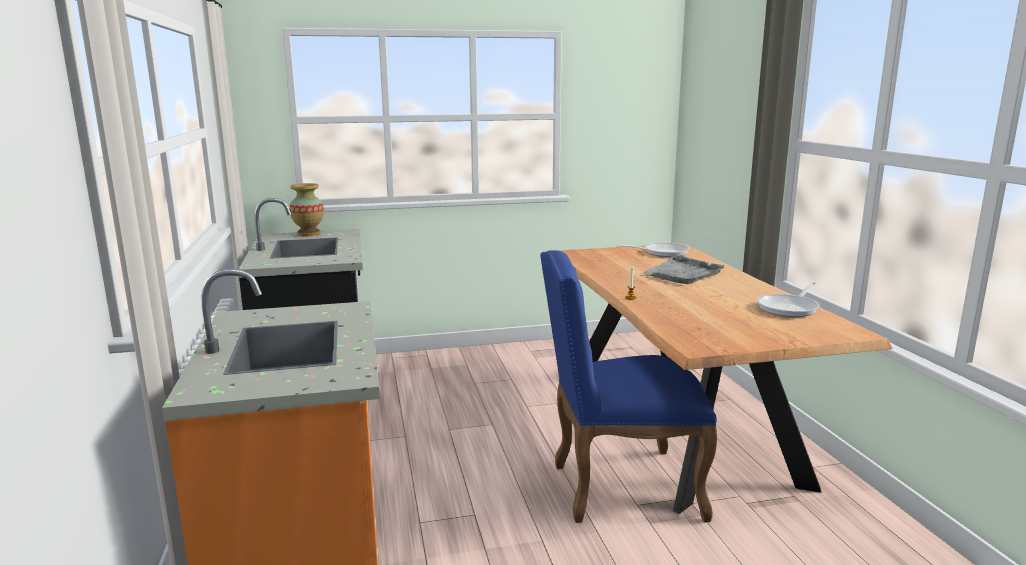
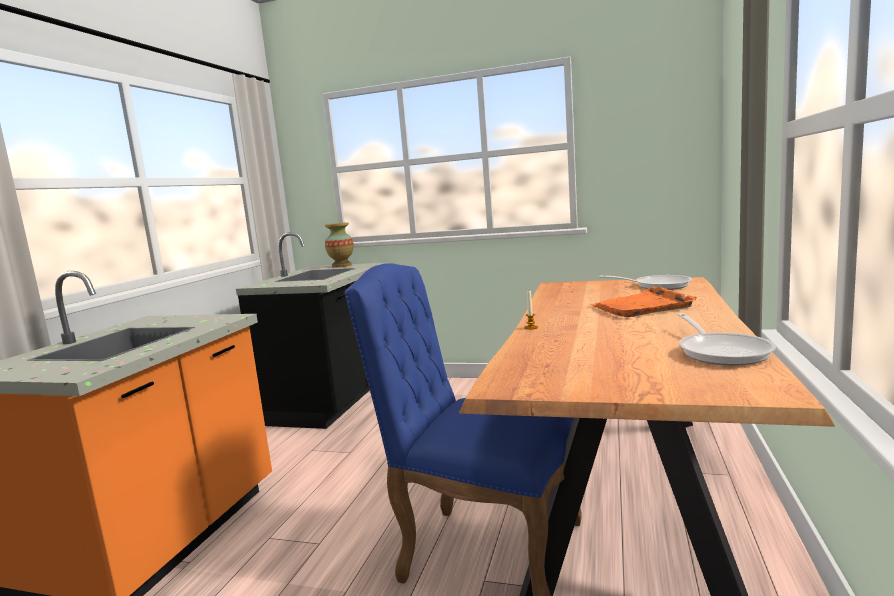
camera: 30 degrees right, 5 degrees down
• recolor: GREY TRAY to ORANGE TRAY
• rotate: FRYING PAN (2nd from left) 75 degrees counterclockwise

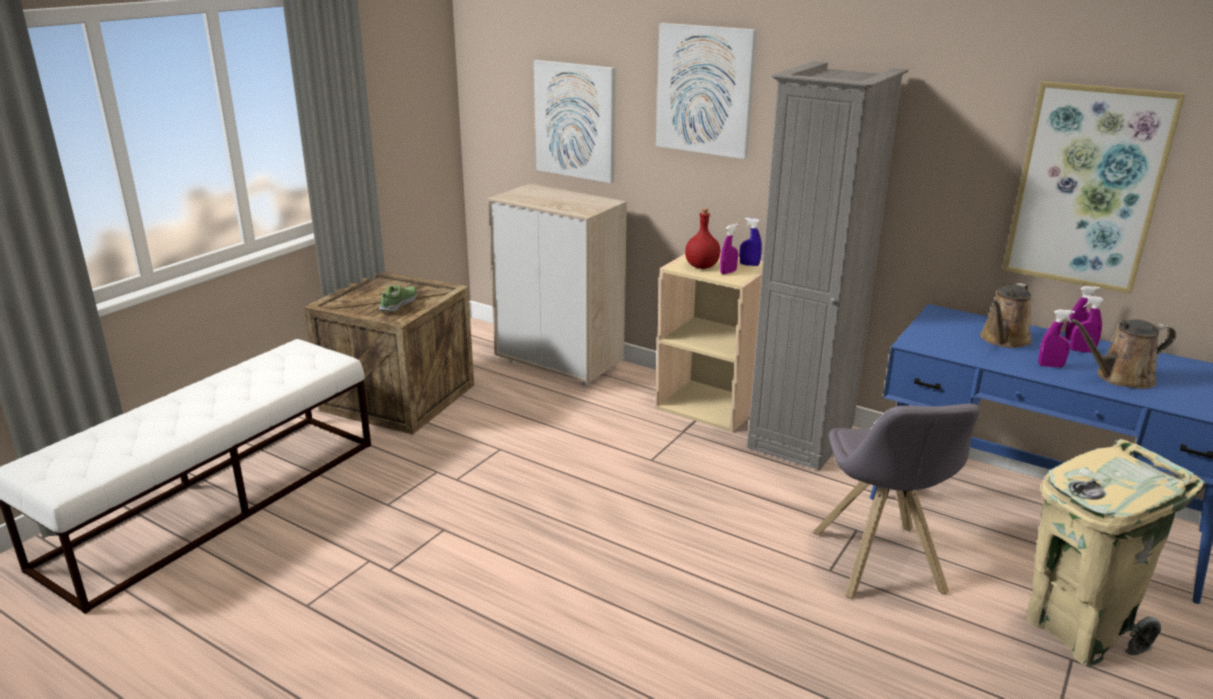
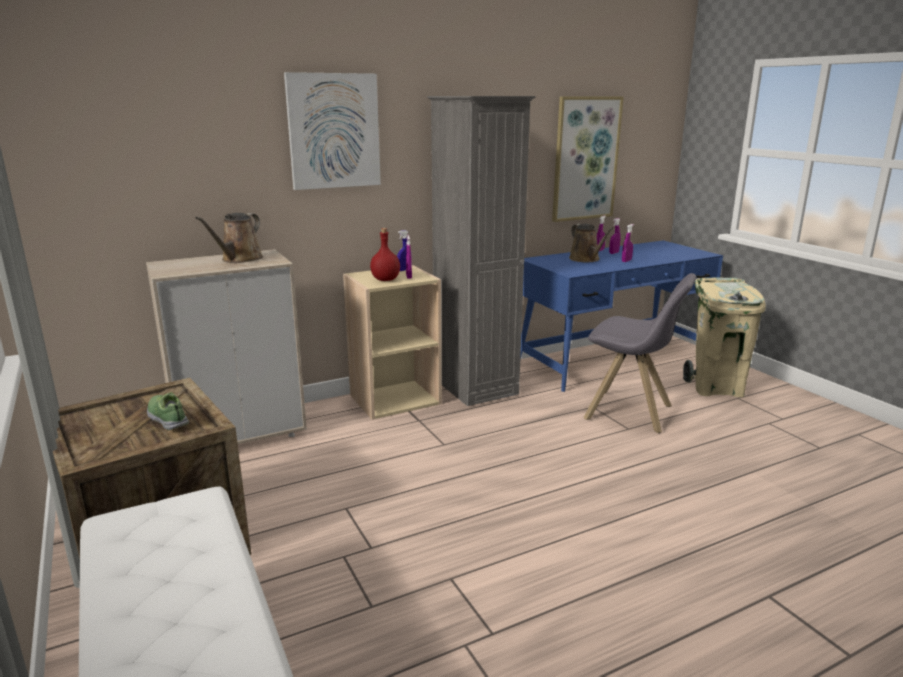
camera: 60 degrees left, 5 degrees down
• delete: PICTURE (1st from left)
• move: BROWN WATERING CAN (2nd from left in the first image) to BROWN WATERING CAN (1st from left)

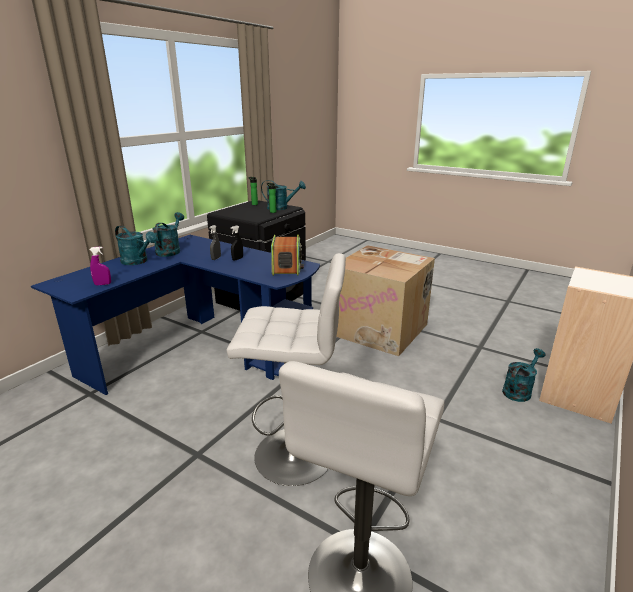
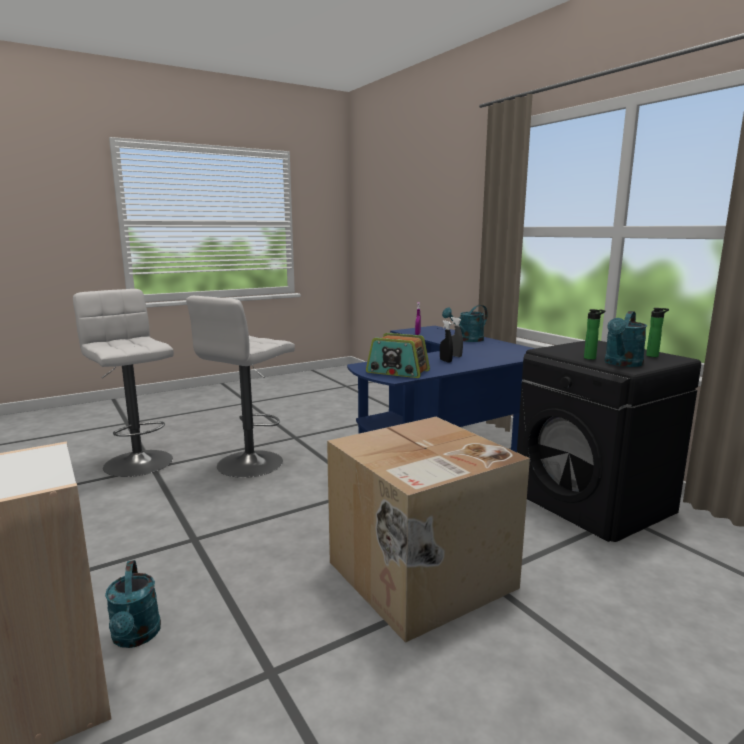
camera: 115 degrees right, 10 degrees down
• delete: TURQUOISE WATERING CAN (2nd from left)

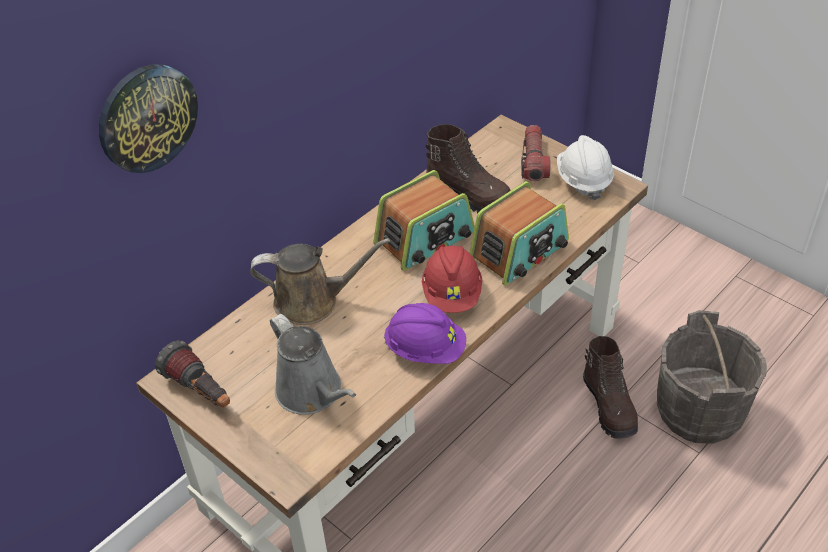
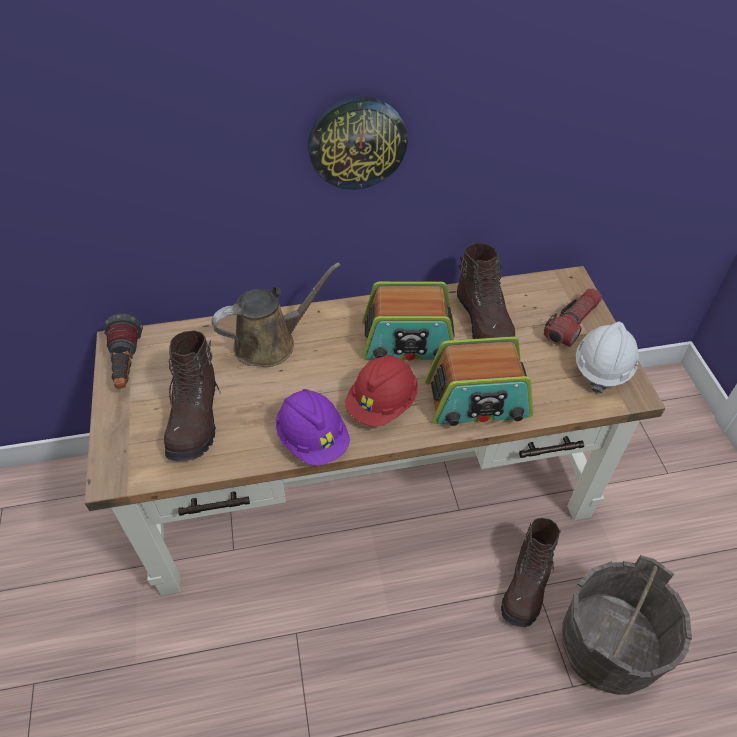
camera: 35 degrees right, 5 degrees up
• move: WALL CLOCK
• rotate: BROWN WATERING CAN 60 degrees counterclockwise
• replace: GREY WATERING CAN to BROWN BOOT (1st from left)

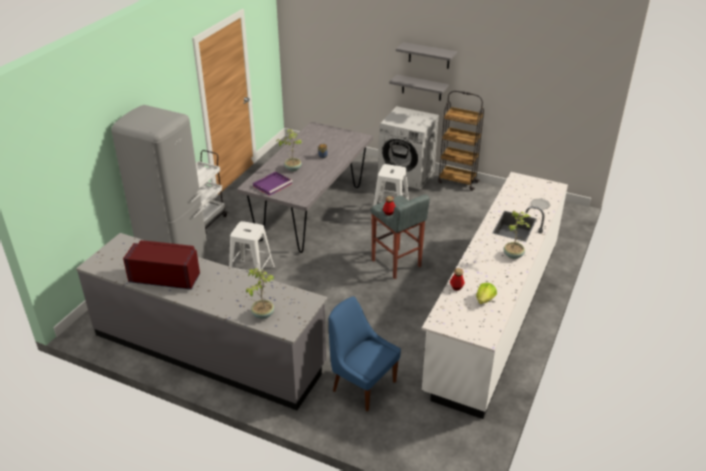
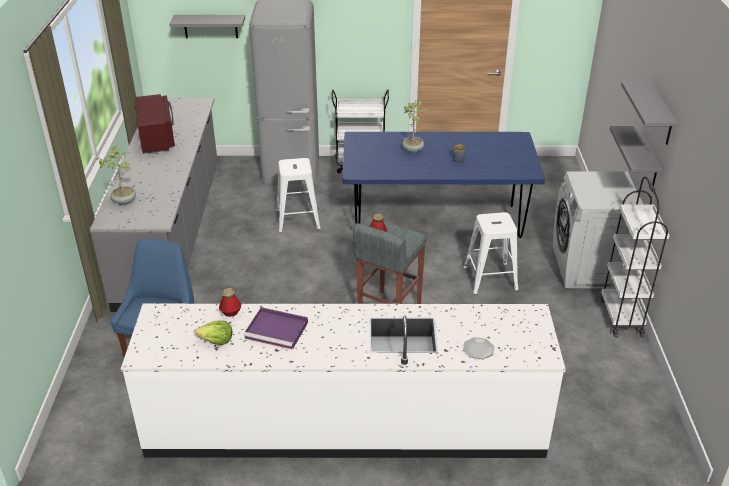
camera: 65 degrees right, 0 degrees up
• recolor: BROWN CART to WHITE CART (2nd from left)
• recolor: GREY DINING TABLE to BLUE DINING TABLE
• move: PURPLE TRAY
• delete: POTTED PLANT (3rd from left)
• insert: GREY SHELF (1st from left)

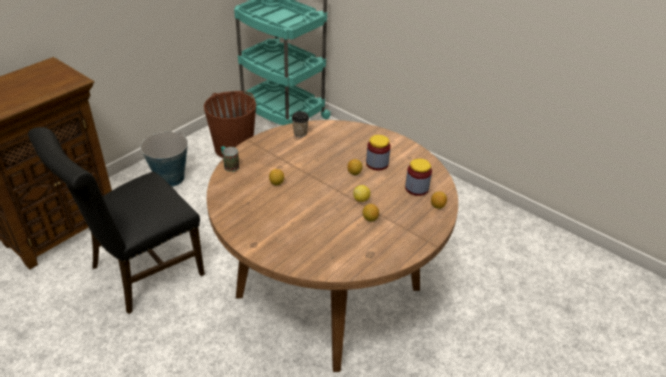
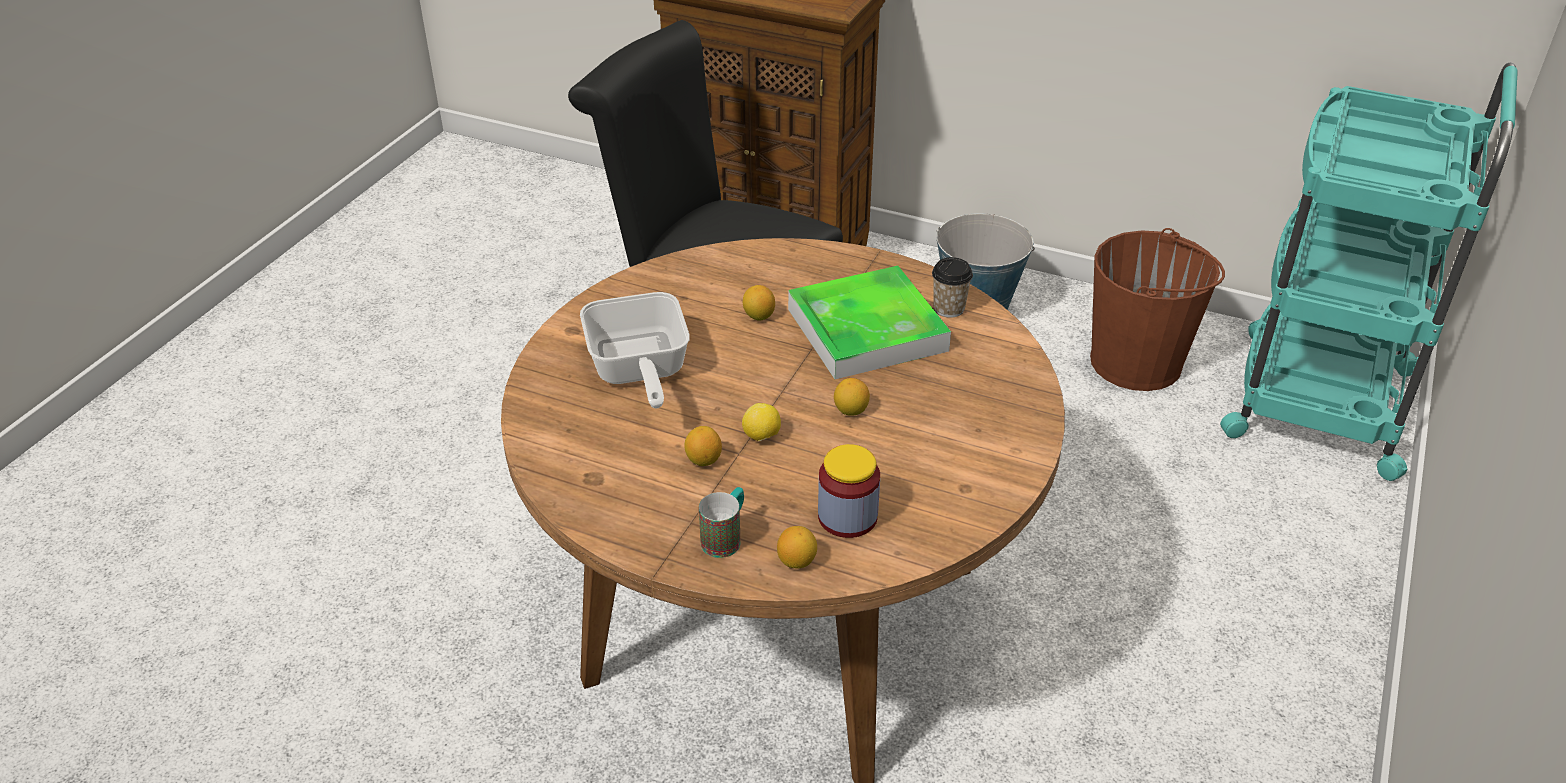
camera: 75 degrees right, 0 degrees up
• delete: JAR (1st from left)
• move: MUG
• insert: TRAY
• insert: FRYING PAN

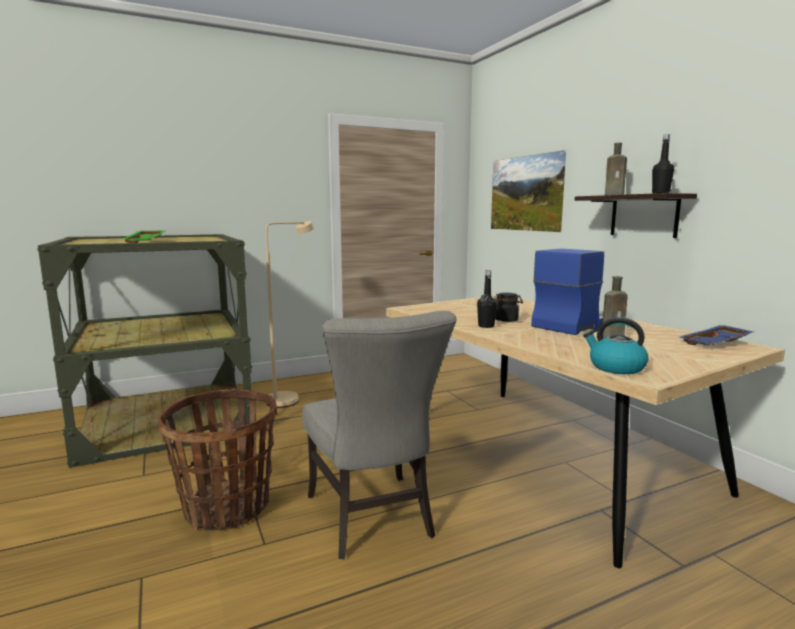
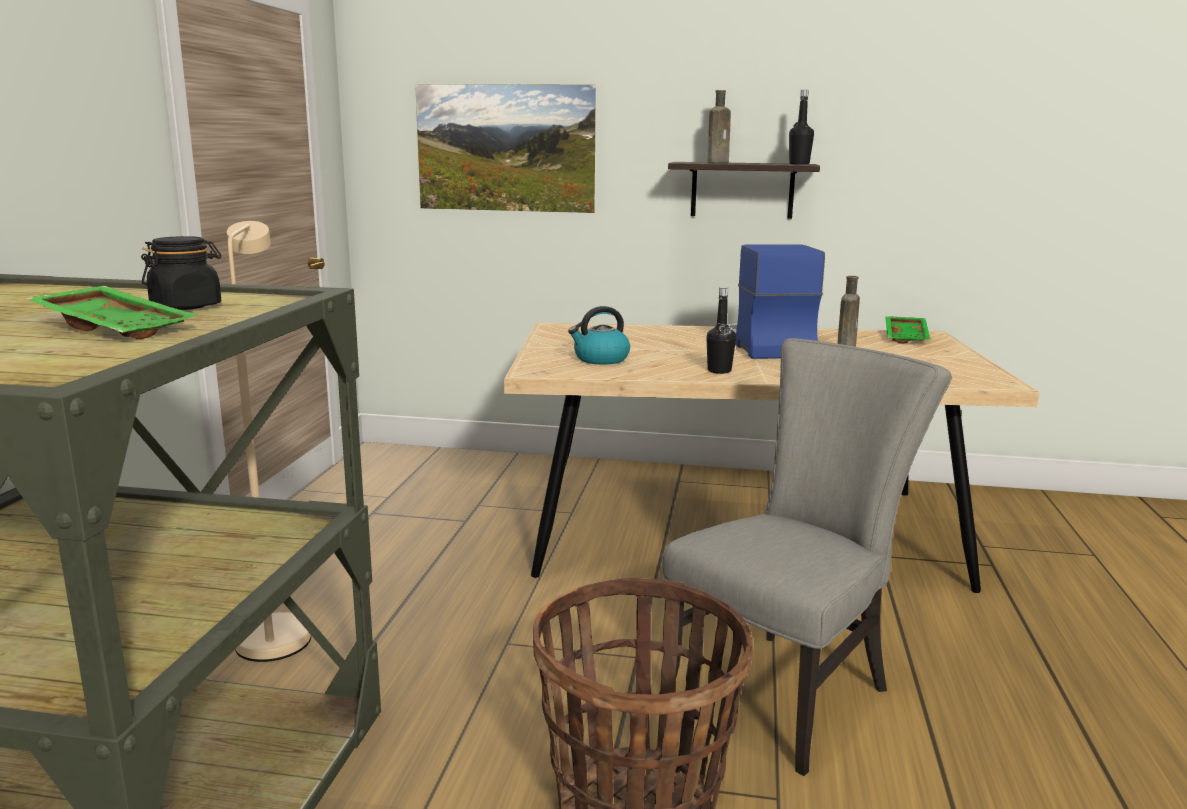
camera: 55 degrees left, 5 degrees up
• move: BLACK JAR
• rotate: GREY CHAIR 60 degrees counterclockwise
• move: KETTLE
• recolor: BLUE TRAY to GREEN TRAY (2nd from left)

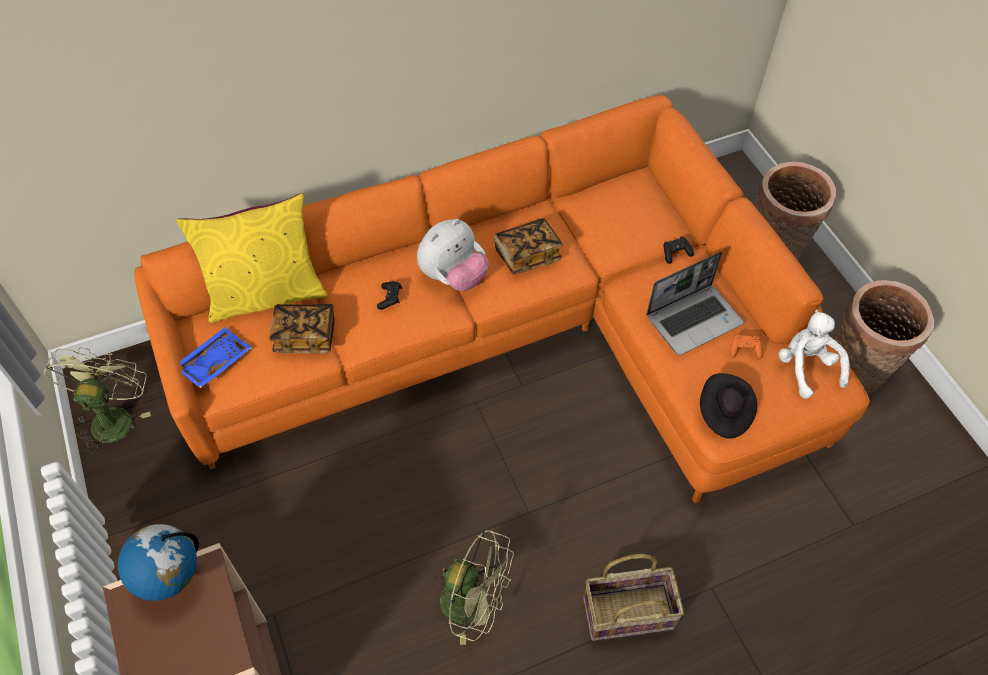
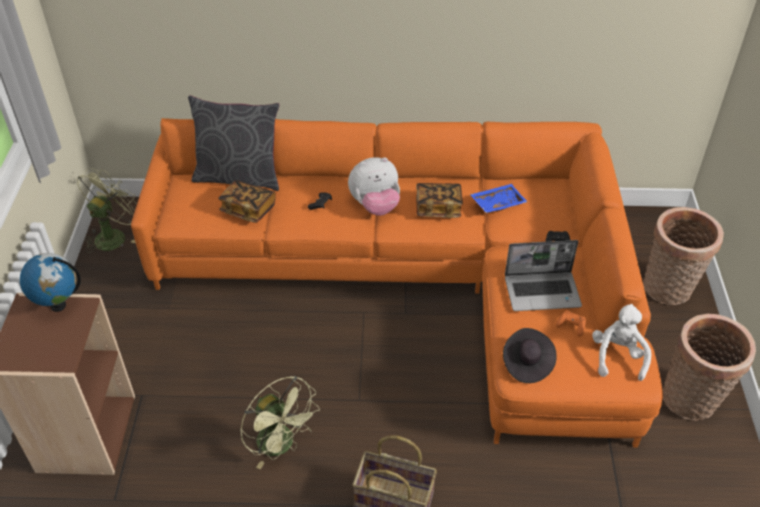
camera: 25 degrees right, 10 degrees down
• recolor: YELLOW PILLOW to GREY PILLOW
• move: BLUE TRAY

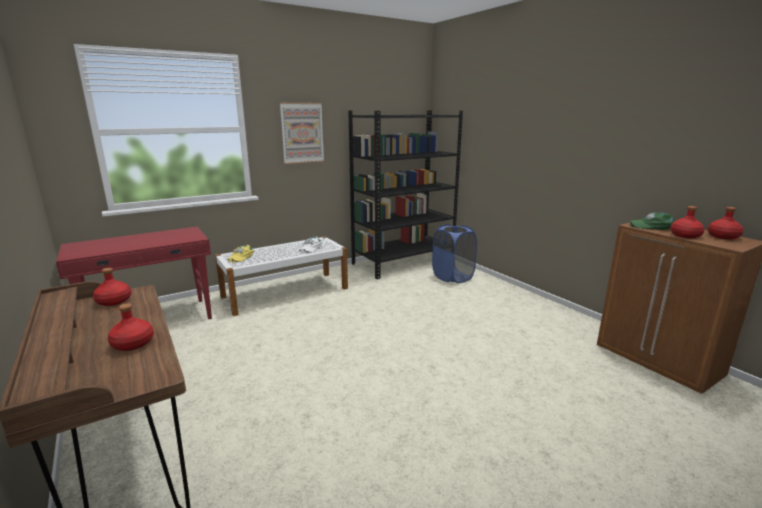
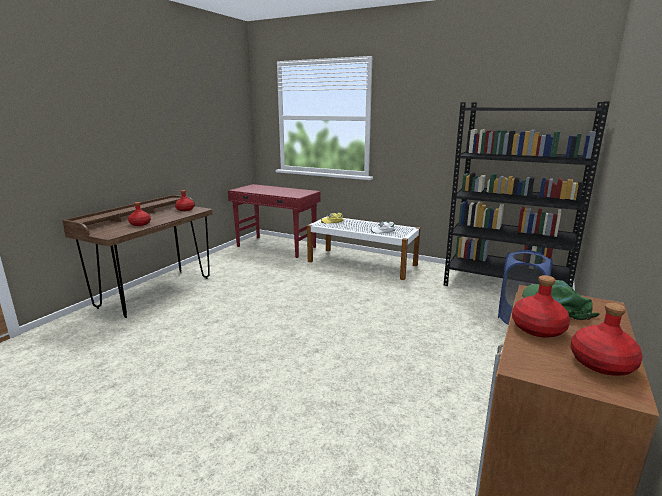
camera: 60 degrees right, 0 degrees up
• delete: PICTURE

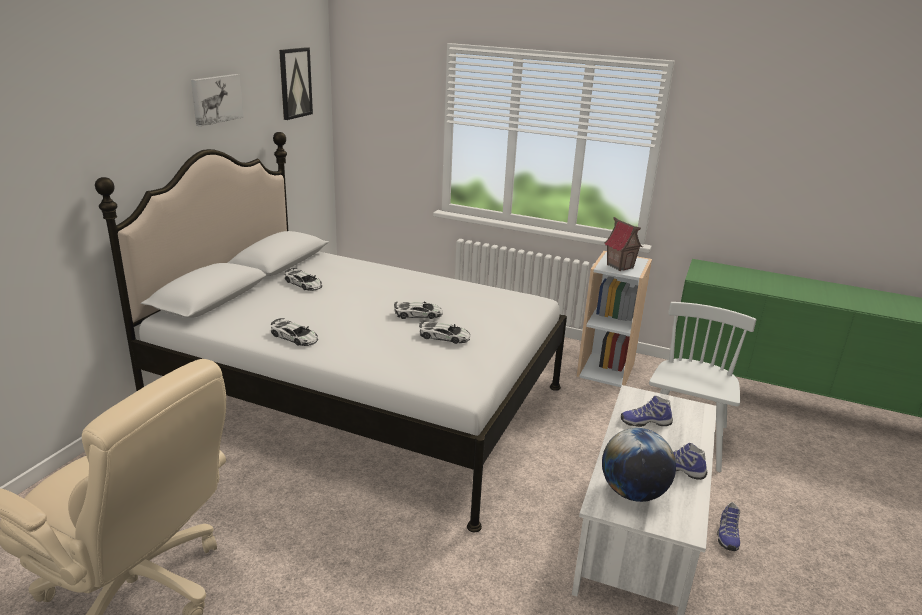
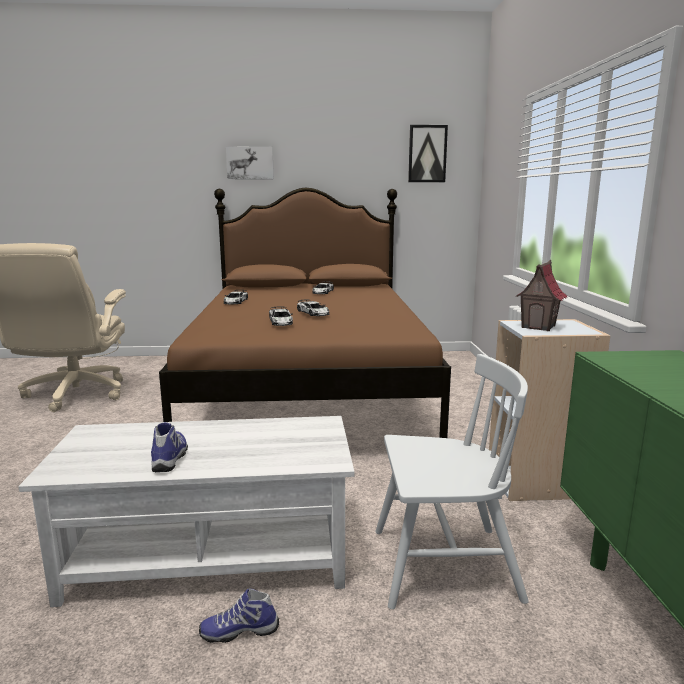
camera: 65 degrees right, 10 degrees down
• move: PICTURE (1st from left)
• recolor: WHITE BED to BROWN BED
• delete: SHOE (1st from left)
• delete: GLOBE

